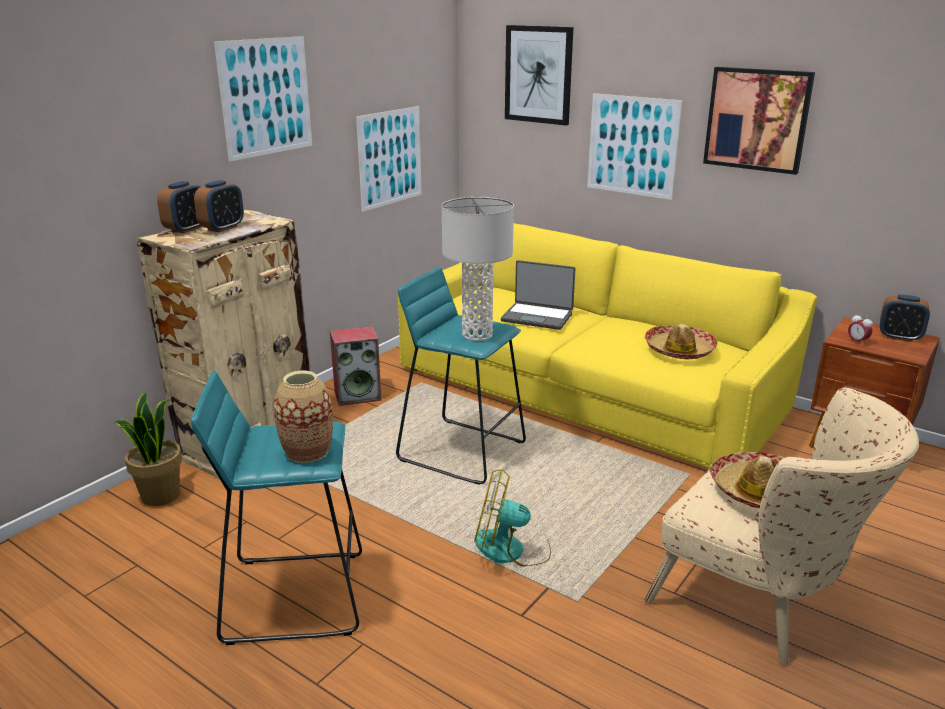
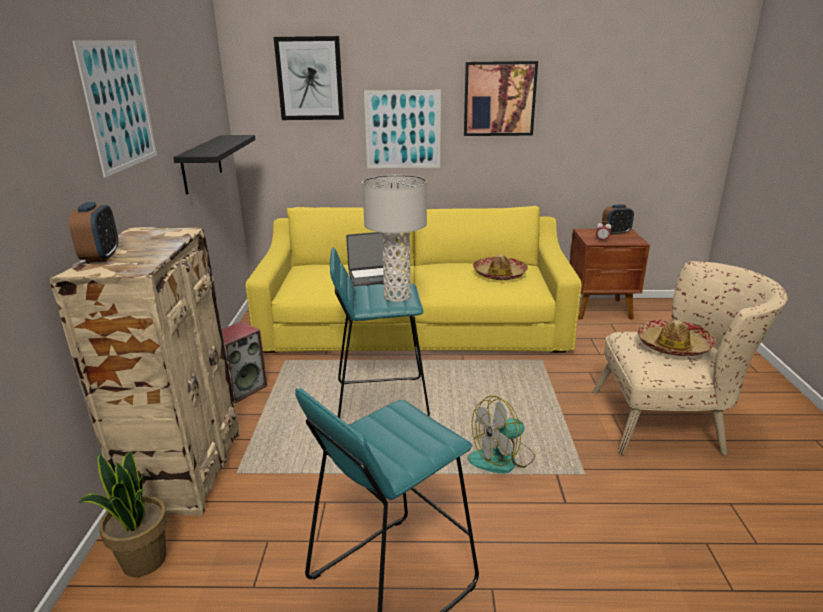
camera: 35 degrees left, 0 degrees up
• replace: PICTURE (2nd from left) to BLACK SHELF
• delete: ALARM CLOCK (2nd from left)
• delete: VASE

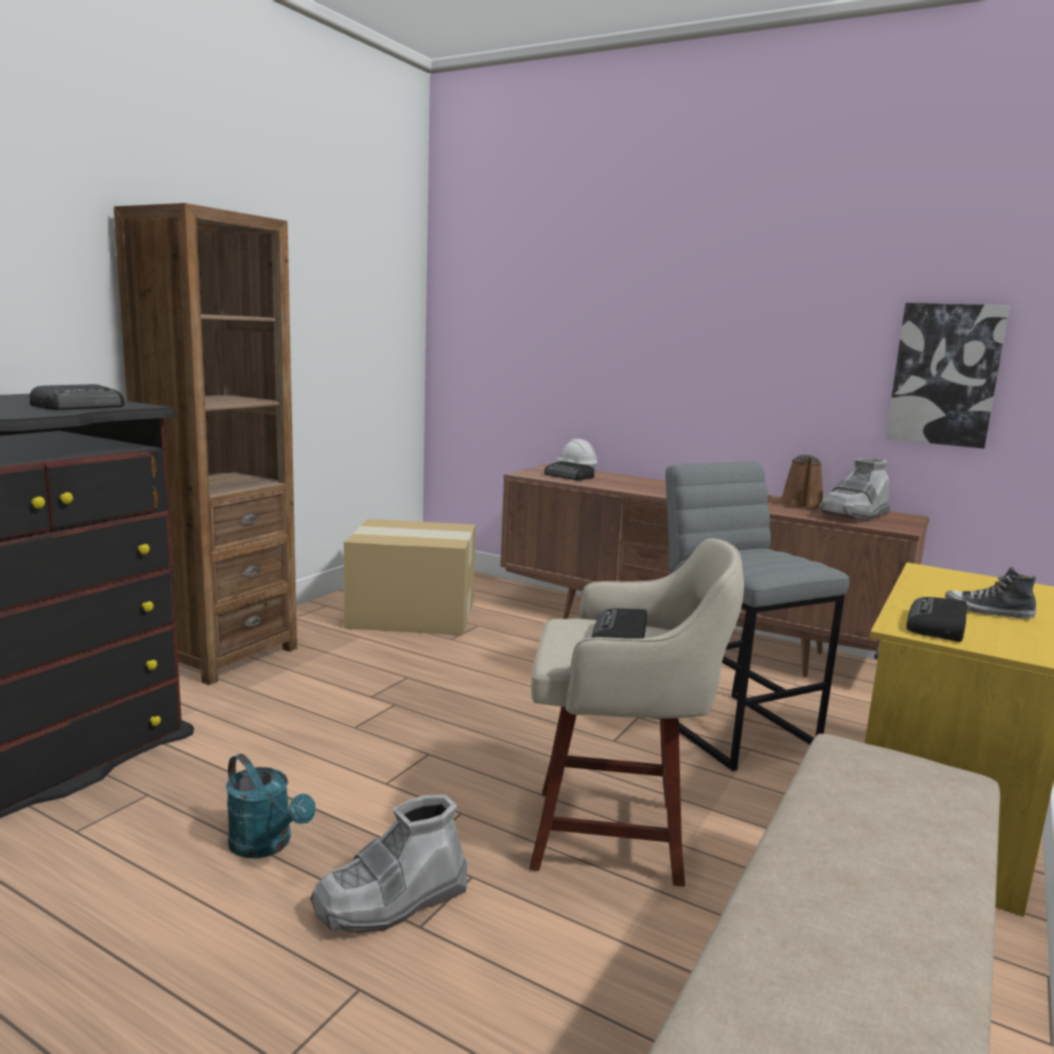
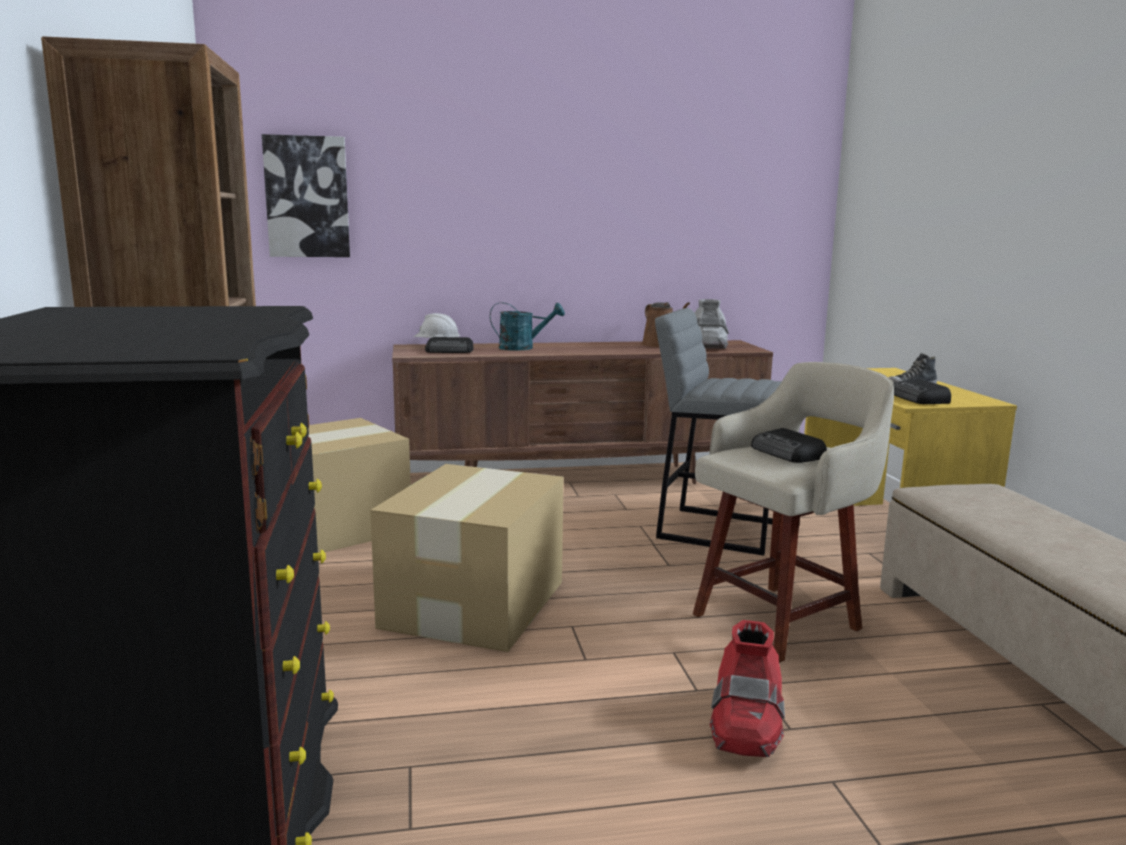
camera: 40 degrees left, 0 degrees up
• move: PICTURE
• delete: RADIO (1st from left)
• move: TURQUOISE WATERING CAN
• recolor: GREY BOOT (1st from left) to RED BOOT
• insert: CARDBOARD BOX (2nd from left)

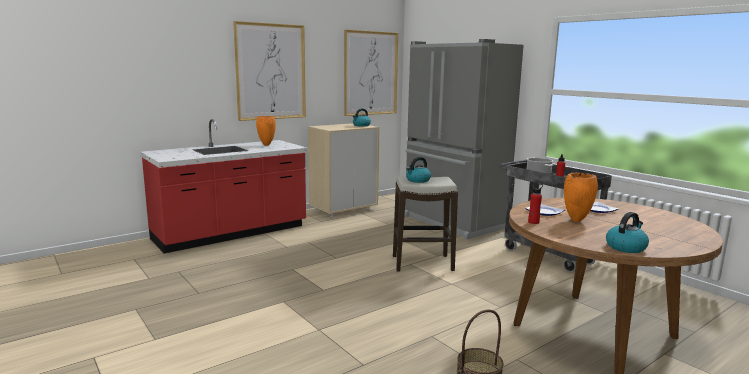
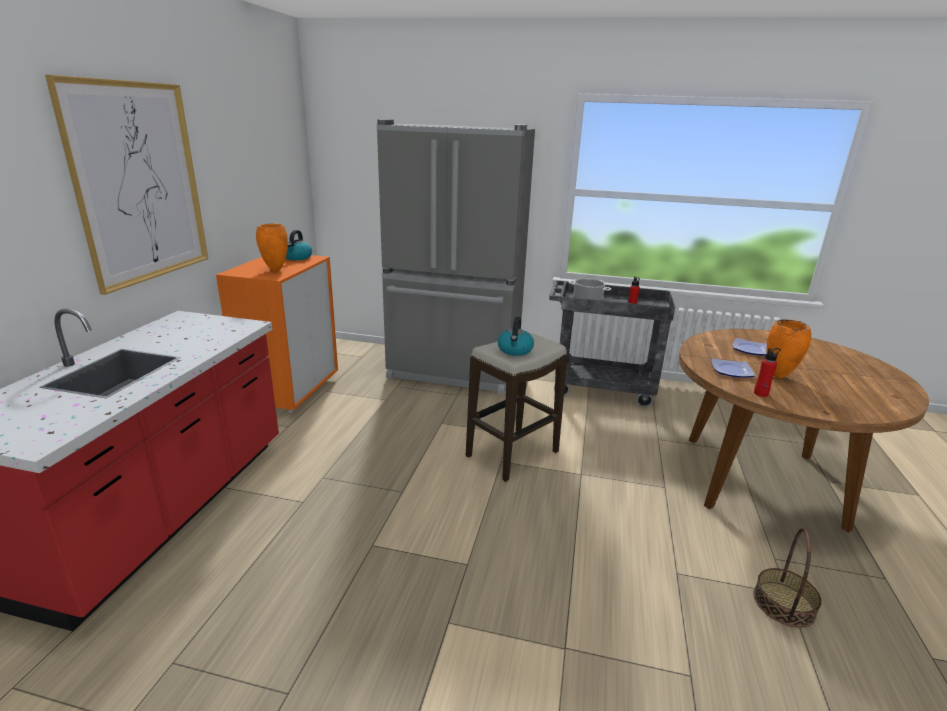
camera: 40 degrees left, 10 degrees up
• delete: PICTURE (2nd from left)
• move: ORANGE VASE (1st from left)
• recolor: BEIGE CABINET to ORANGE CABINET
• delete: KETTLE (3rd from left)

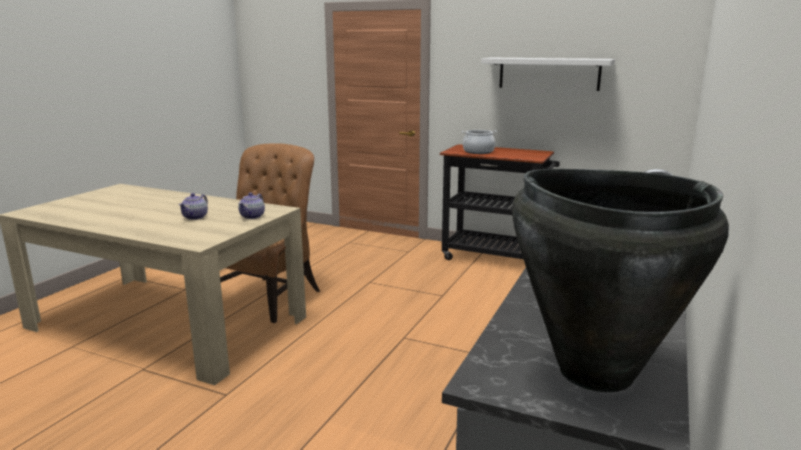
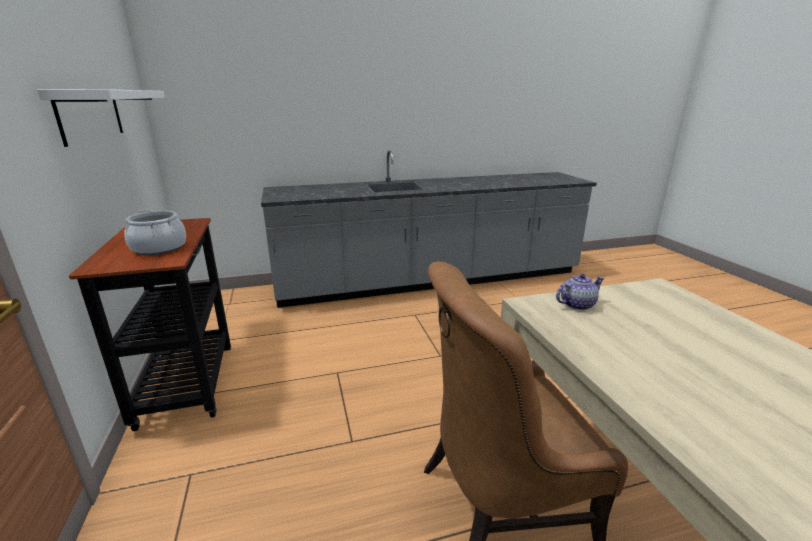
camera: 130 degrees left, 5 degrees up
• delete: BLACK VASE
• delete: TEAPOT (1st from left)

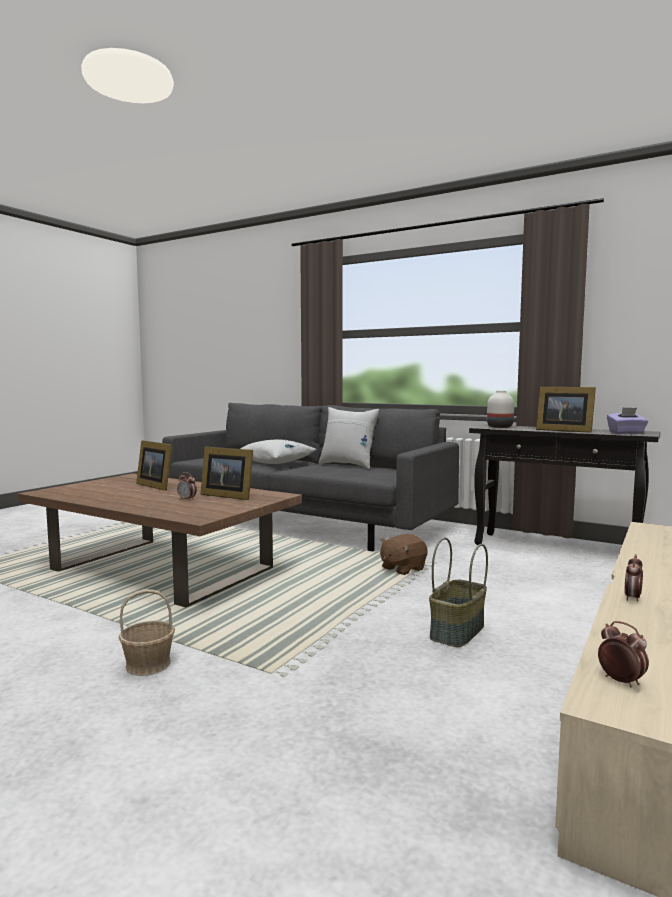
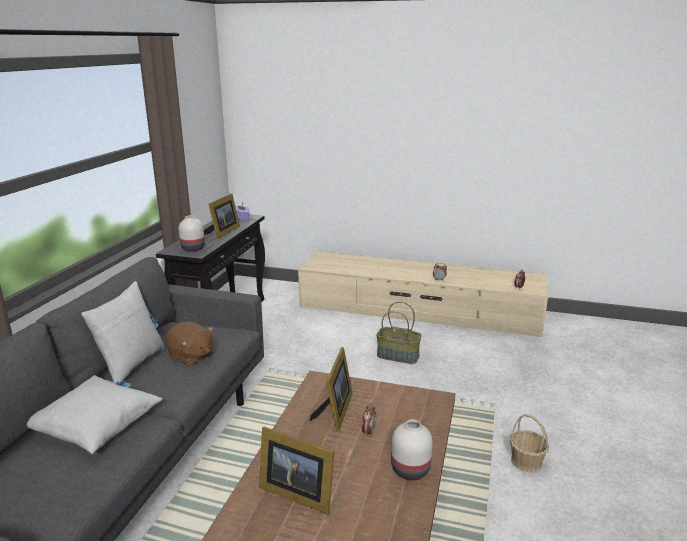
camera: 105 degrees left, 15 degrees up
• rotate: PICTURE FRAME (1st from left in the first image) 90 degrees clockwise
• move: BROWN PLUSH TOY
• insert: WHITE VASE (2nd from left)

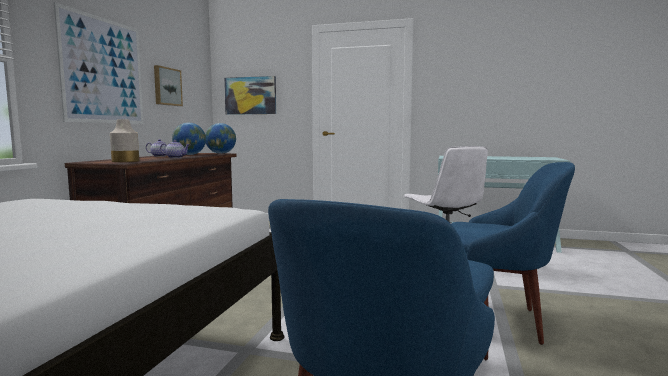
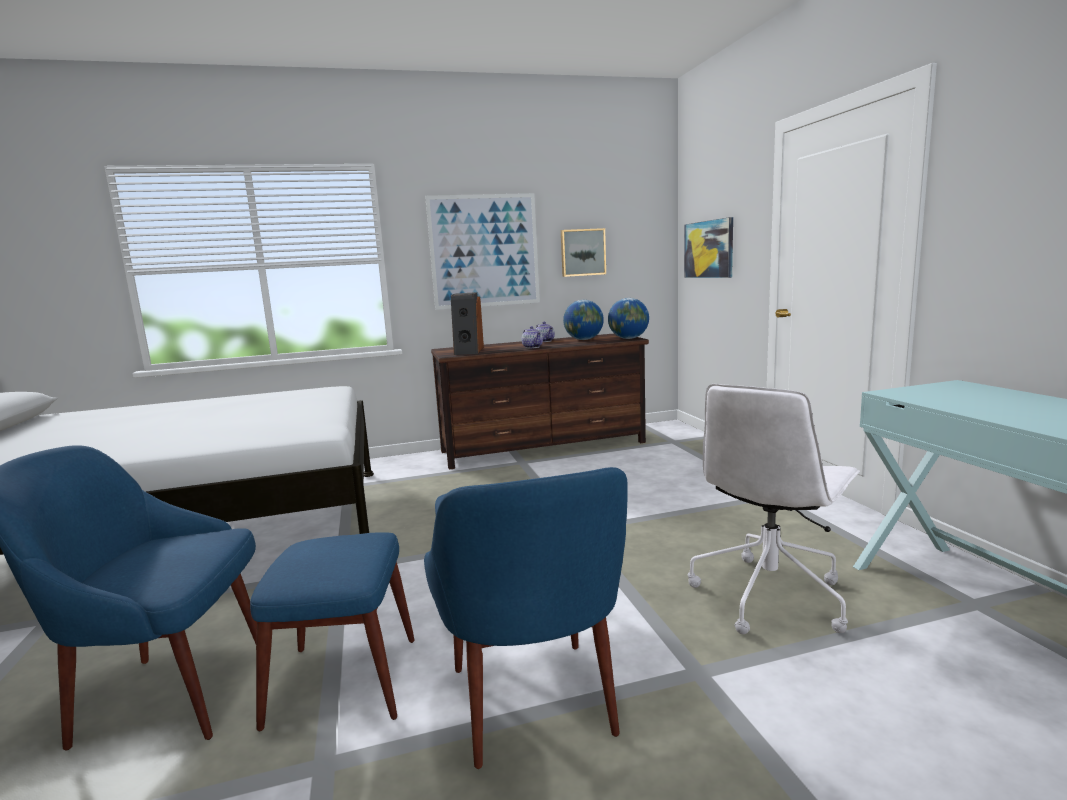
camera: 60 degrees right, 5 degrees up
• replace: BEIGE VASE to SPEAKER

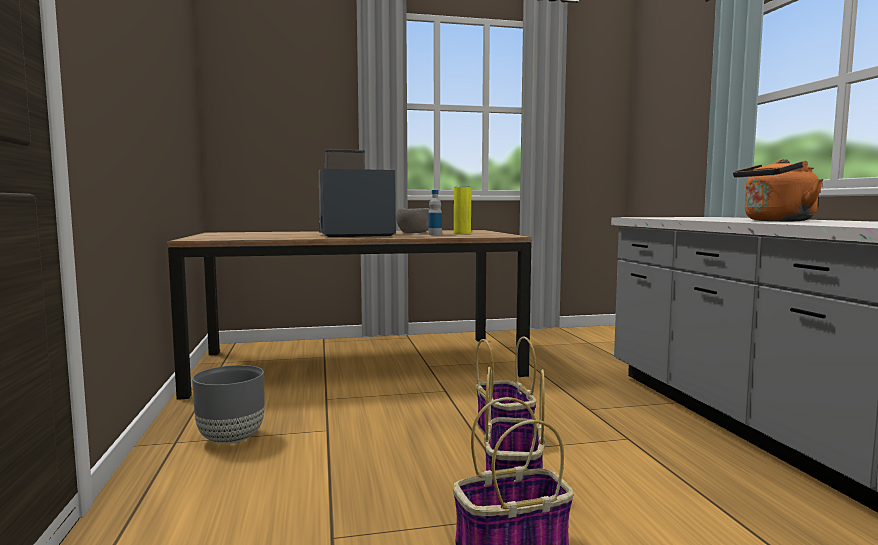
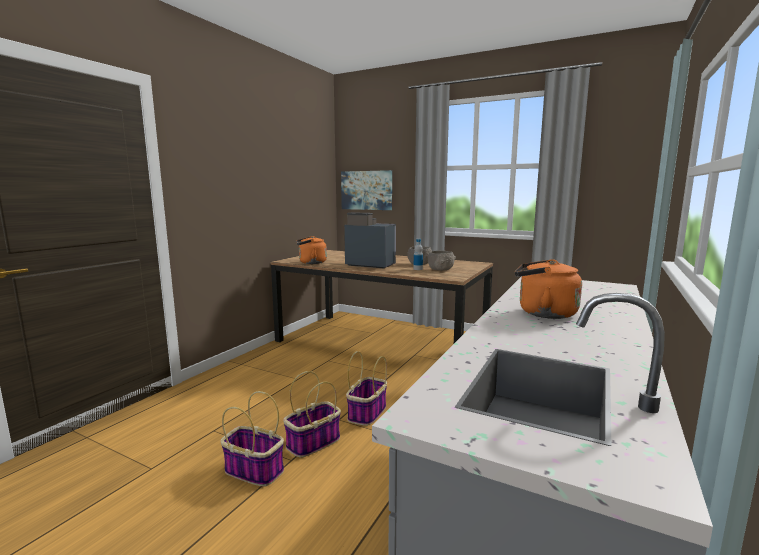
camera: 40 degrees right, 5 degrees up
• replace: YELLOW VASE to GREY BOWL (2nd from left)
• delete: GREY PLANTER
• insert: PICTURE
• insert: ORANGE KETTLE (1st from left)

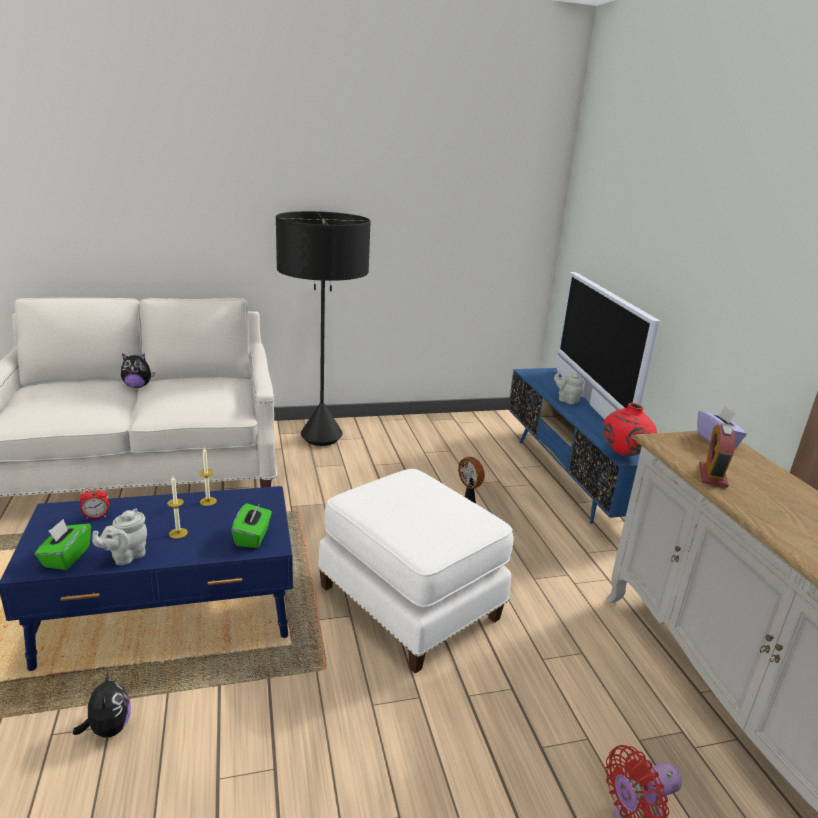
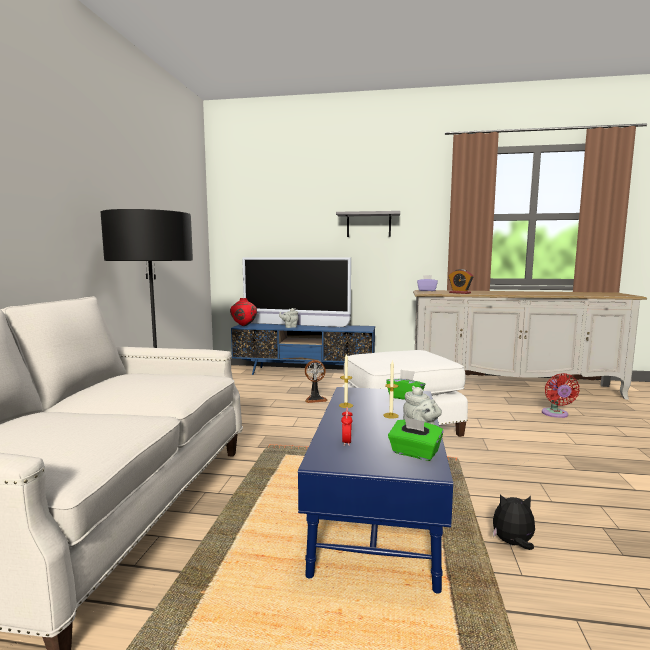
camera: 65 degrees left, 15 degrees down
• delete: PLUSH TOY (2nd from left)
• move: RED VASE
• insert: GREY SHELF

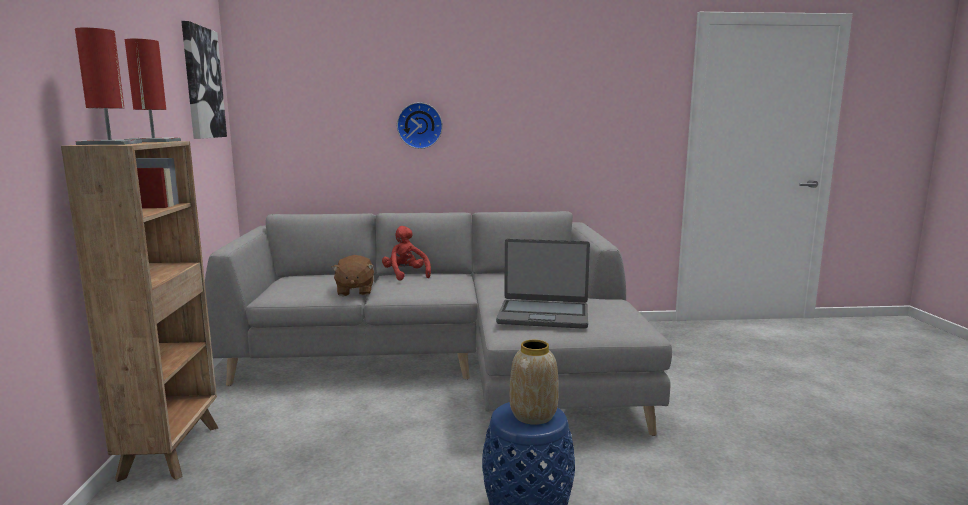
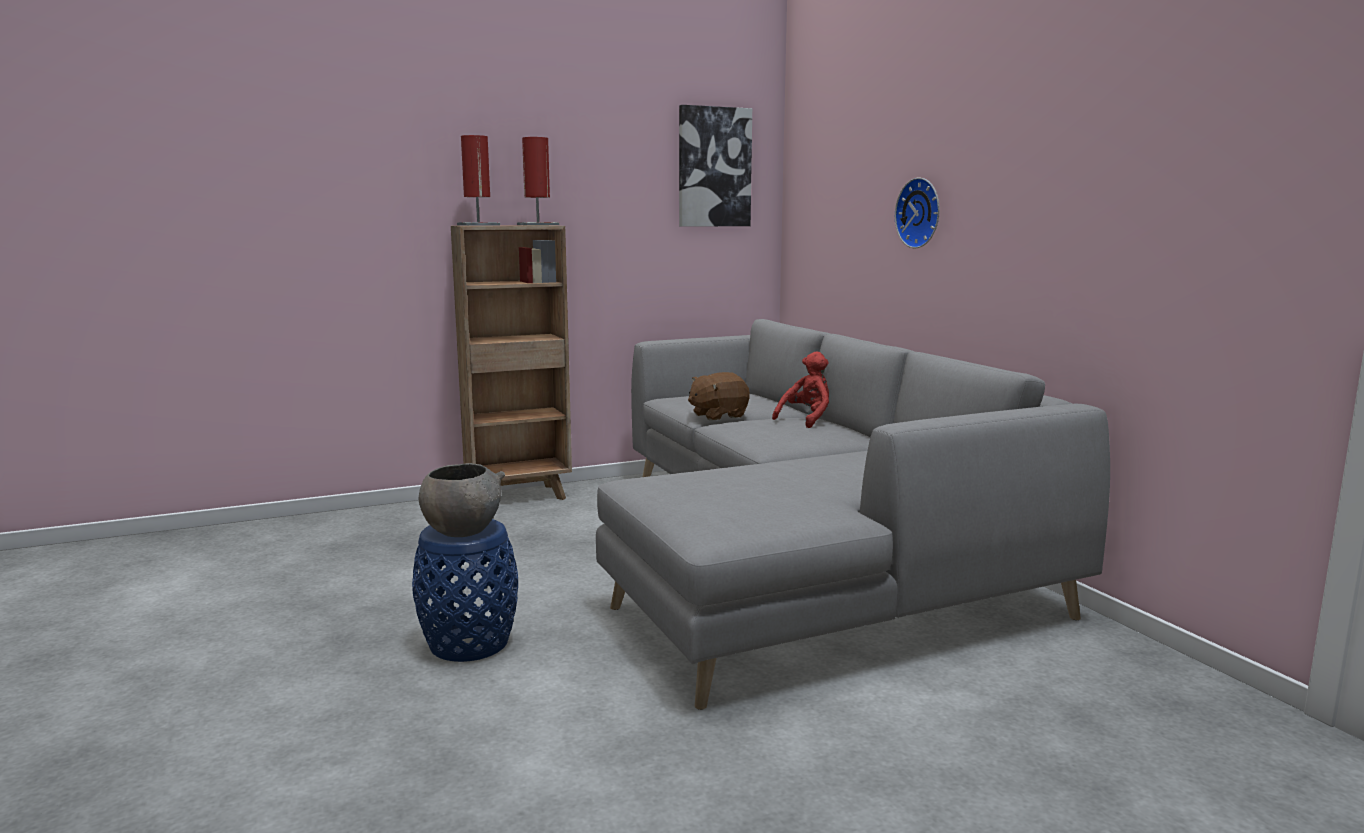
camera: 70 degrees right, 0 degrees up
• delete: LAPTOP
• replace: VASE to GREY BOWL

